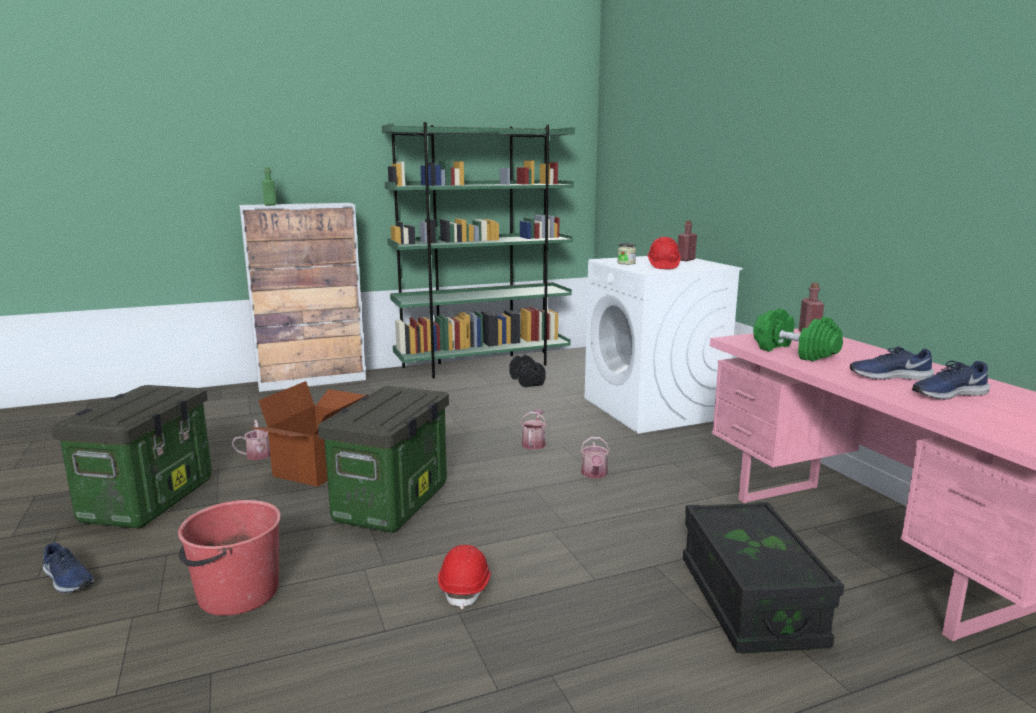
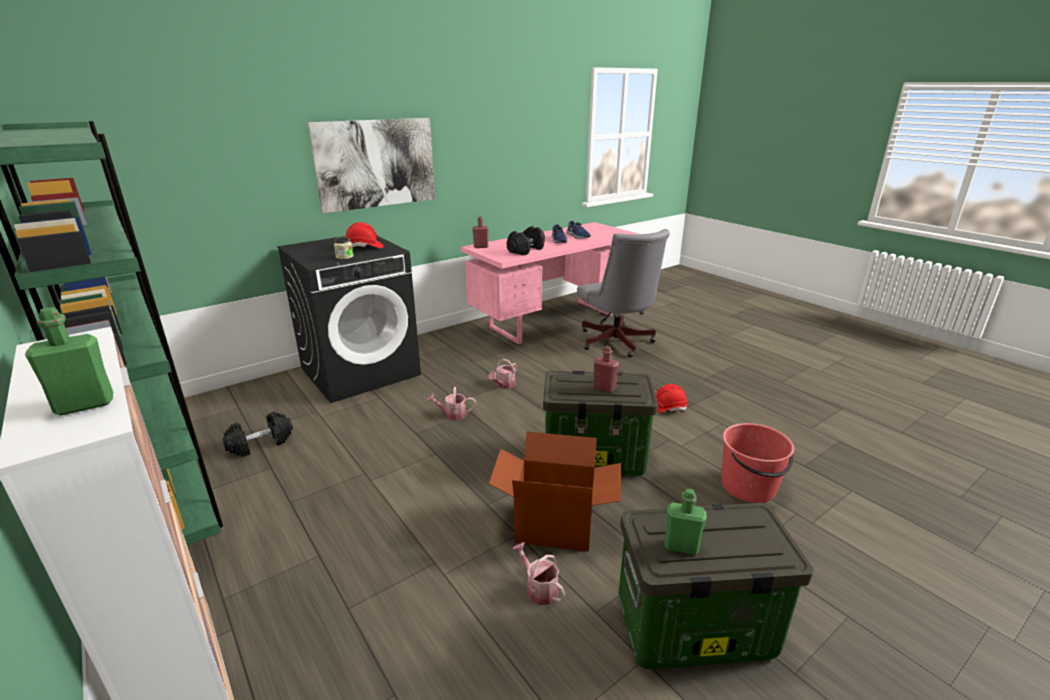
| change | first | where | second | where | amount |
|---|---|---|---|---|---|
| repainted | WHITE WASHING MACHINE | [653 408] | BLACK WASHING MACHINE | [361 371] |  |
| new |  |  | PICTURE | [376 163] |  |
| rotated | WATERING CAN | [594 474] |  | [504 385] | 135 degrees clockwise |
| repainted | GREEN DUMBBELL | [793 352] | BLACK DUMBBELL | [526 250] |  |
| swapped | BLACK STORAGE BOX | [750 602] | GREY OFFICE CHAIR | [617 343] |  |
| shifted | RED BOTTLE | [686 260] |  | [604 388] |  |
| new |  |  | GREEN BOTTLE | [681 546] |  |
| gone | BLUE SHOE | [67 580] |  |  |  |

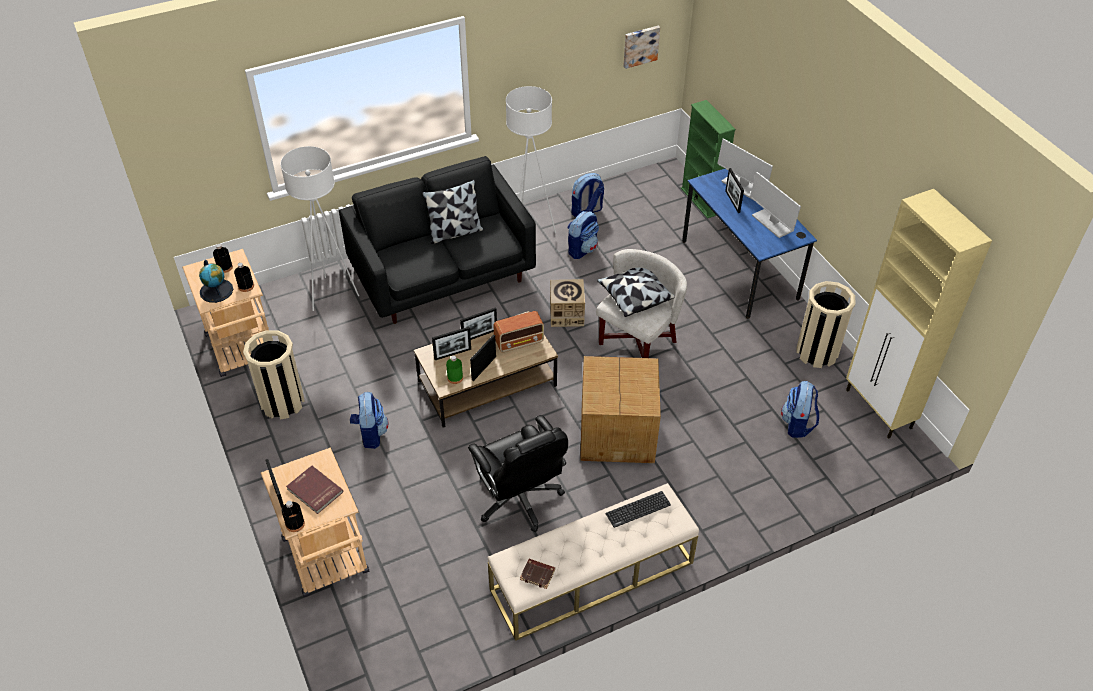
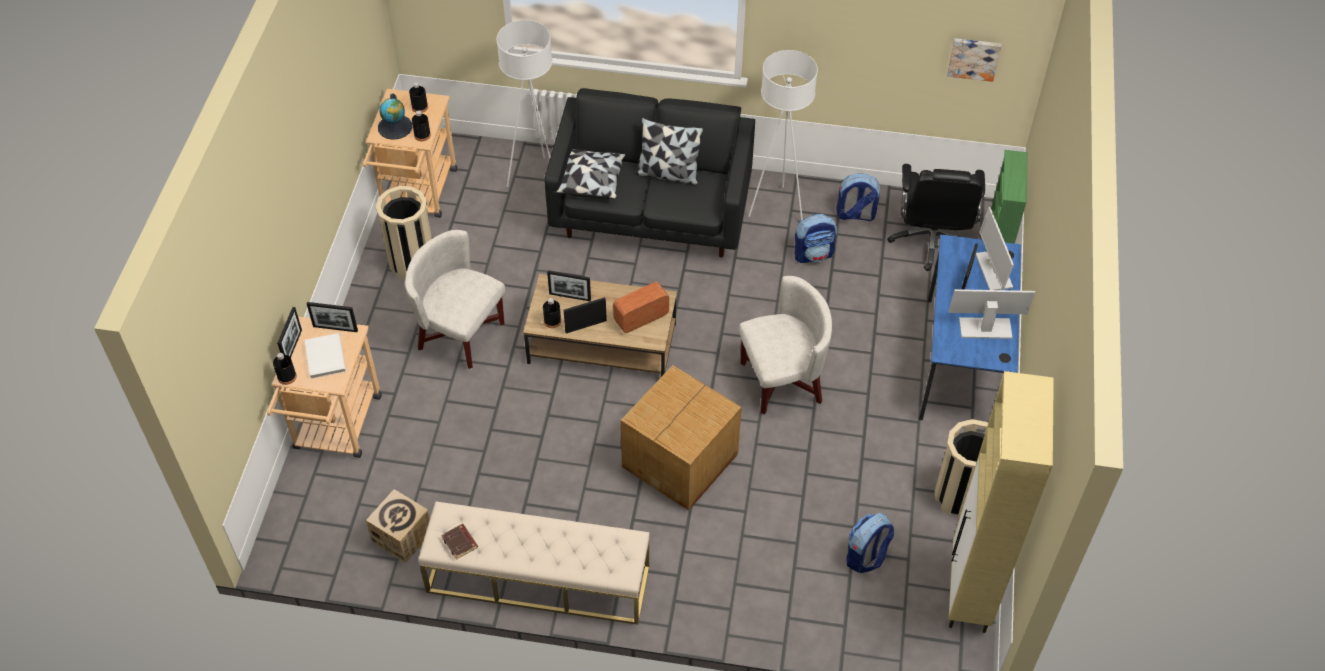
| change | first | where | second | where | amount |
|---|---|---|---|---|---|
| repainted | RED BOOK | [314 491] | WHITE BOOK | [324 357] |  |
| shifted | PICTURE FRAME | [479 335] |  | [335 328] |  |
| shifted | CARDBOARD BOX | [566 314] |  | [402 537] |  |
| swapped | BACKPACK | [370 434] | WHITE ARMCHAIR | [461 334] |  |
| repainted | GREEN BOTTLE | [455 378] | BLACK BOTTLE | [552 321] |  |
| shifted | PILLOW | [634 296] |  | [590 181] |  |
| rotated | RADIO | [519 342] |  | [640 318] | 135 degrees clockwise |
| shifted | BLACK OFFICE CHAIR | [519 498] |  | [931 240] |  |
| rotated | MONITOR | [772 223] |  | [985 328] | 90 degrees clockwise |
| gone | KEYBOARD | [638 509] |  |  |  |

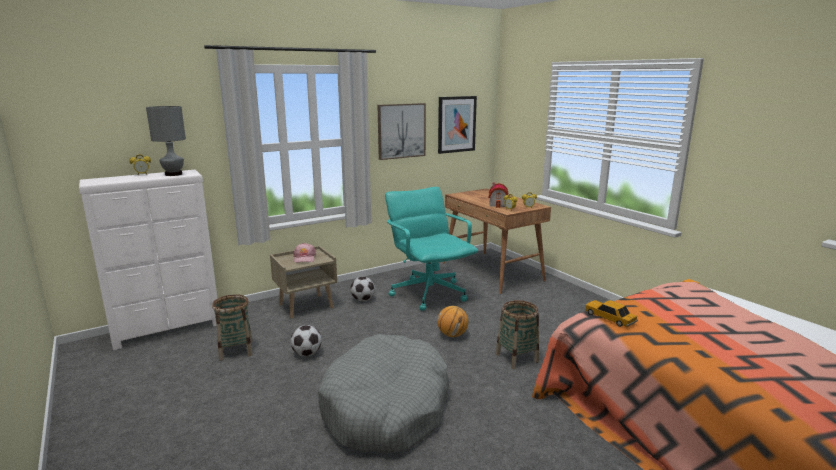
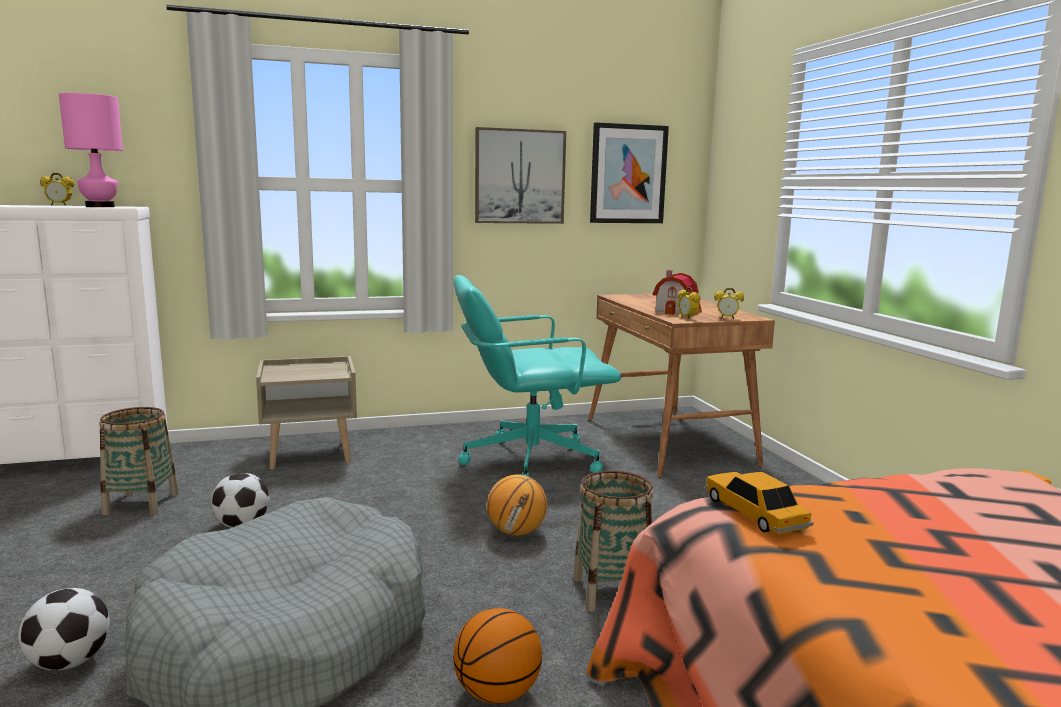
| change | first | where | second | where | amount |
|---|---|---|---|---|---|
| shifted | FOOTBALL | [363 300] |  | [69 663] |  |
| repainted | GREY TABLE LAMP | [173 174] | PINK TABLE LAMP | [99 206] |  |
| new |  |  | BASKETBALL | [496 693] |  |
| rotated | TURQUOISE OFFICE CHAIR | [429 293] |  | [529 460] | 90 degrees counterclockwise |
| gone | PINK CAP | [304 258] |  |  |  |

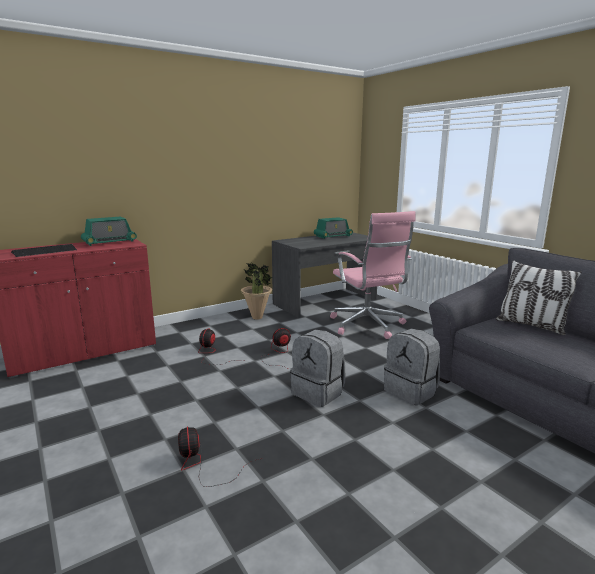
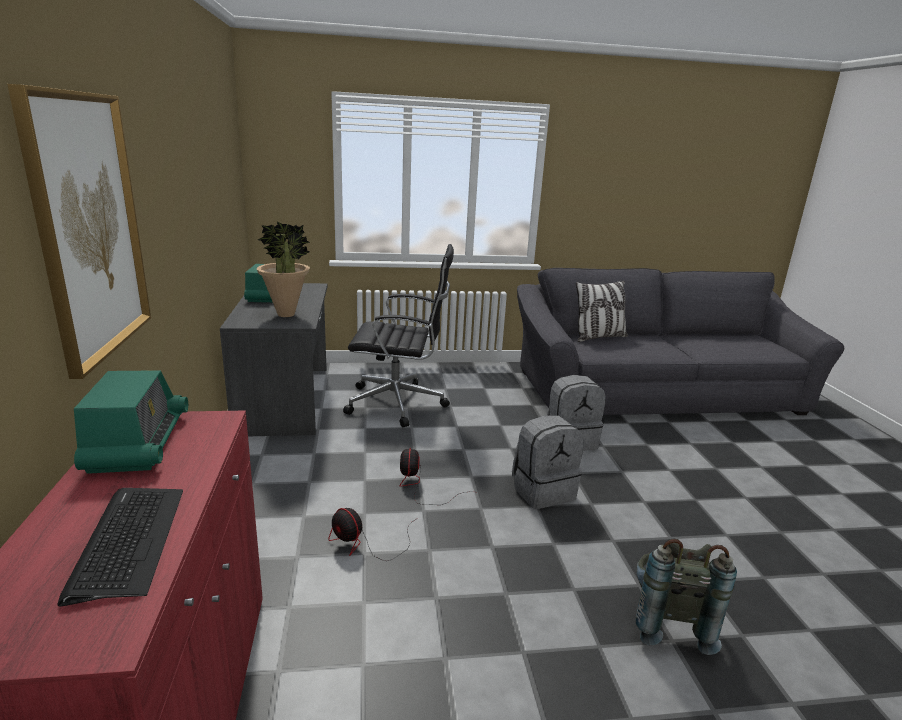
| change | first | where | second | where | amount |
|---|---|---|---|---|---|
| new |  |  | PICTURE | [89 227] |  |
| shifted | POTTED PLANT | [257 317] |  | [286 314] |  |
| repainted | PINK OFFICE CHAIR | [367 326] | BLACK OFFICE CHAIR | [399 403] |  |
| swapped | FAN | [202 465] | GREY BACKPACK | [667 621] |  |

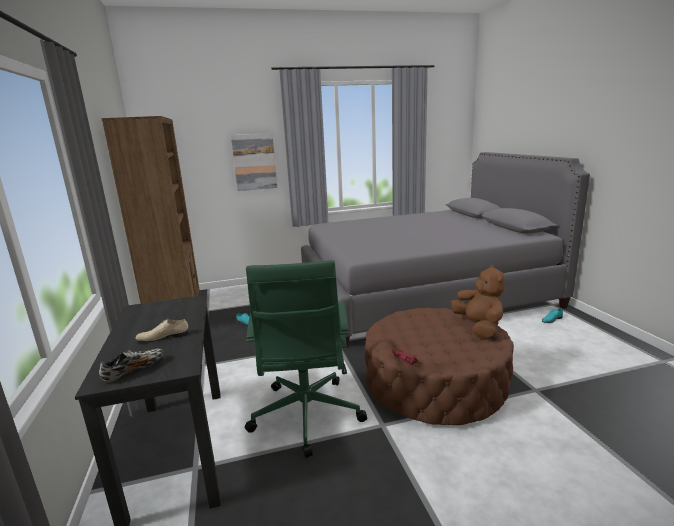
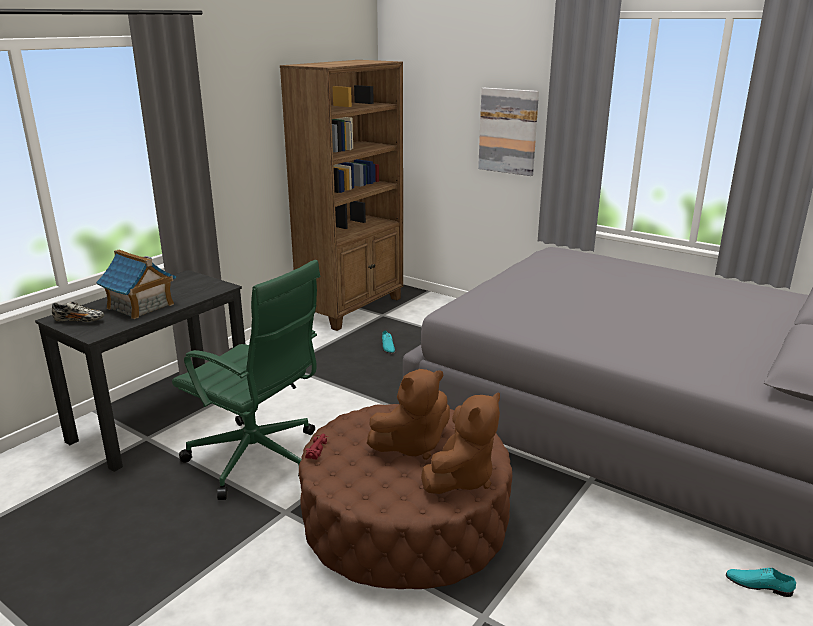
| change | first | where | second | where | amount |
|---|---|---|---|---|---|
| swapped | BEIGE SHOE | [163 336] | TOY HOUSE | [140 306] |  |
| rotated | GREEN OFFICE CHAIR | [306 417] |  | [257 459] | 105 degrees counterclockwise |
| new |  |  | BROWN PLUSH TOY | [412 445] |  |

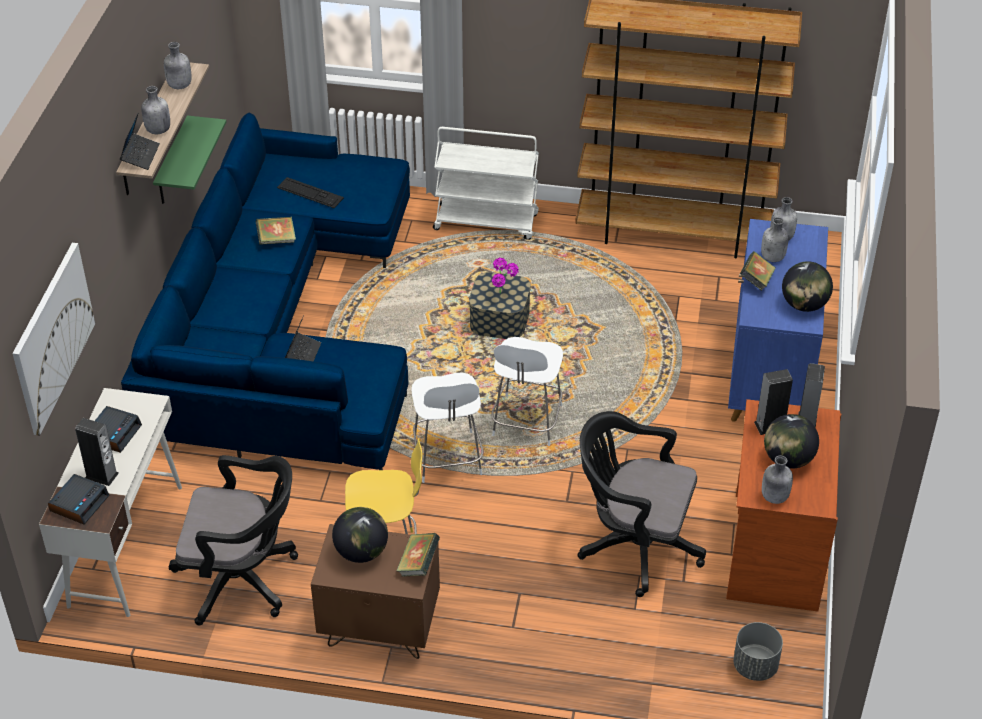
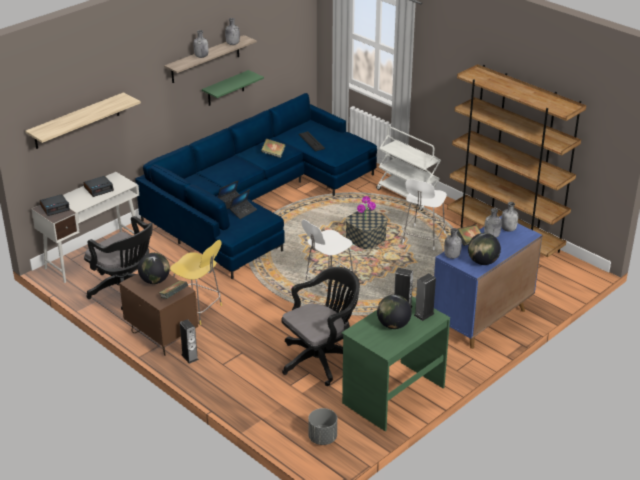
| change | first | where | second | where | amount |
|---|---|---|---|---|---|
| swapped | PICTURE | [52 337] | SHELF | [77 121] |  |
| shifted | SPEAKER | [101 475] |  | [190 357] |  |
| shifted | LAPTOP | [140 155] |  | [243 211] |  |
| rotated | BLACK OFFICE CHAIR | [633 545] |  | [321 359] | 90 degrees clockwise |
| repainted | BROWN DESK | [773 550] | GREEN DESK | [393 394] |  |
| shifted | WHITE CHAIR | [447 459] |  | [423 239] |  |
| shifted | GREY BOTTLE | [774 497] |  | [451 256] |  |

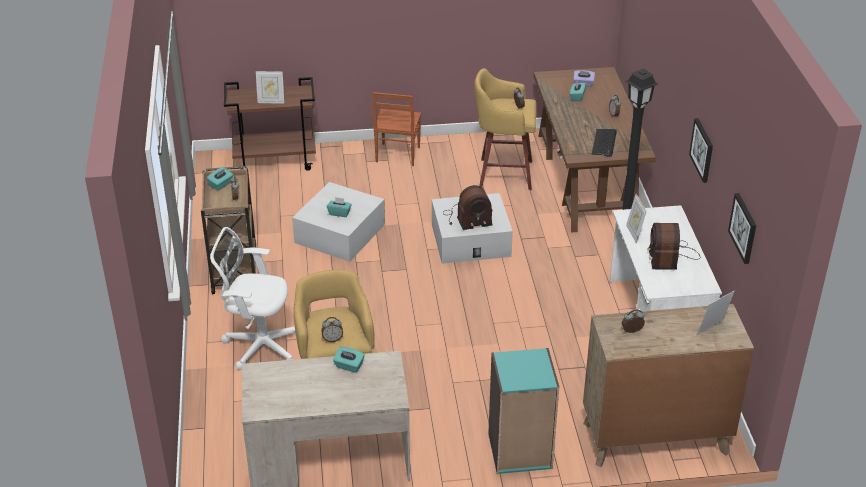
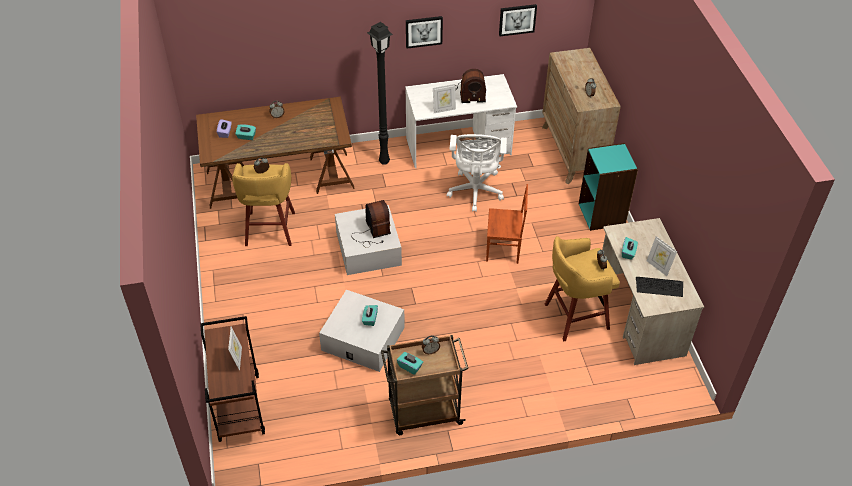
| change | first | where | second | where | amount |
|---|---|---|---|---|---|
| shifted | WHITE OFFICE CHAIR | [259 345] |  | [475 192] |  |
| shifted | BROWN CHAIR | [397 155] |  | [503 249] |  |
| shifted | KEYBOARD | [604 143] |  | [659 287] |  |
| shifted | PICTURE FRAME | [712 329] |  | [658 267] |  |

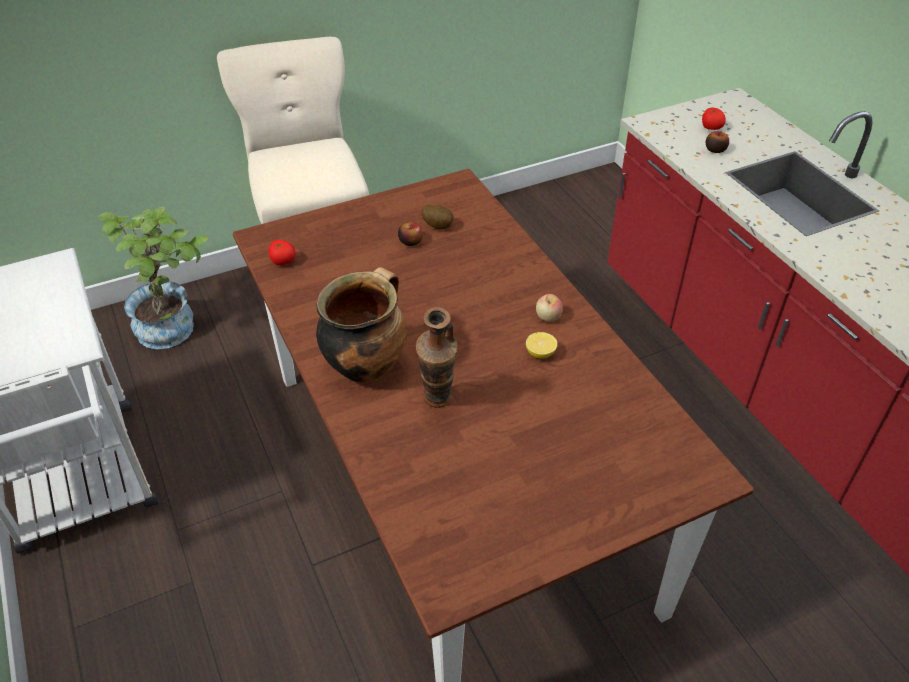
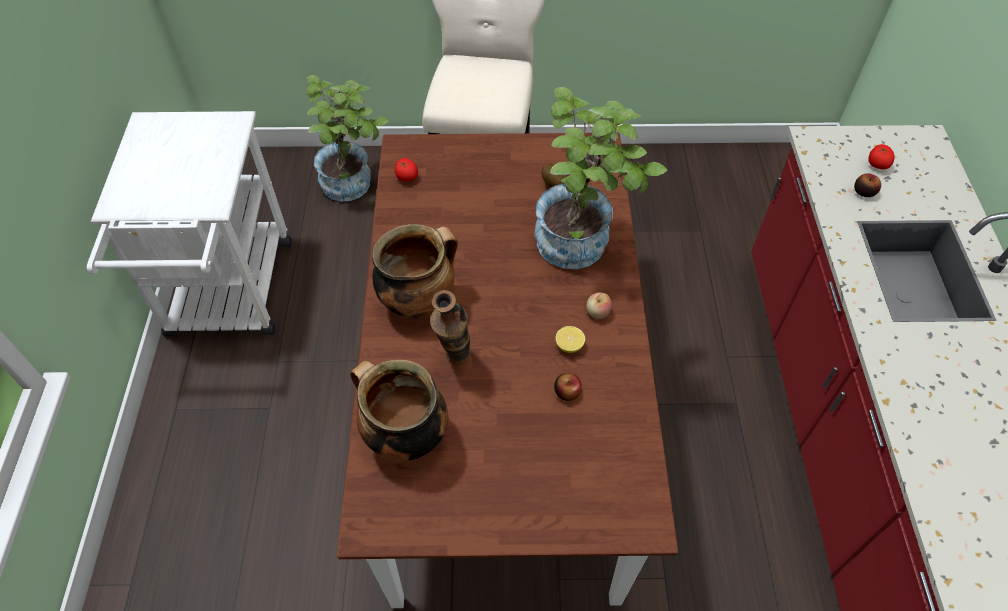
| change | first | where | second | where | amount |
|---|---|---|---|---|---|
| new |  |  | COOKING POT | [404 437] |  |
| new |  |  | POTTED PLANT | [582 243] |  |
| shifted | APPLE | [410 241] |  | [567 392] |  |

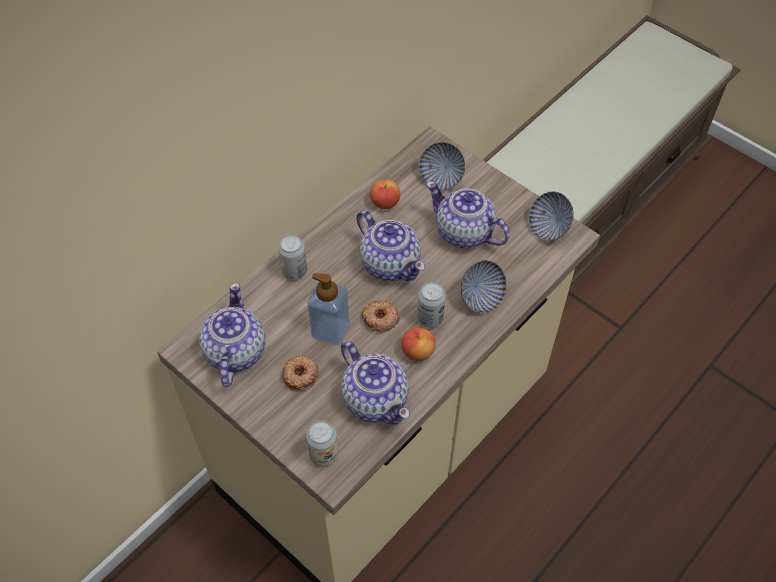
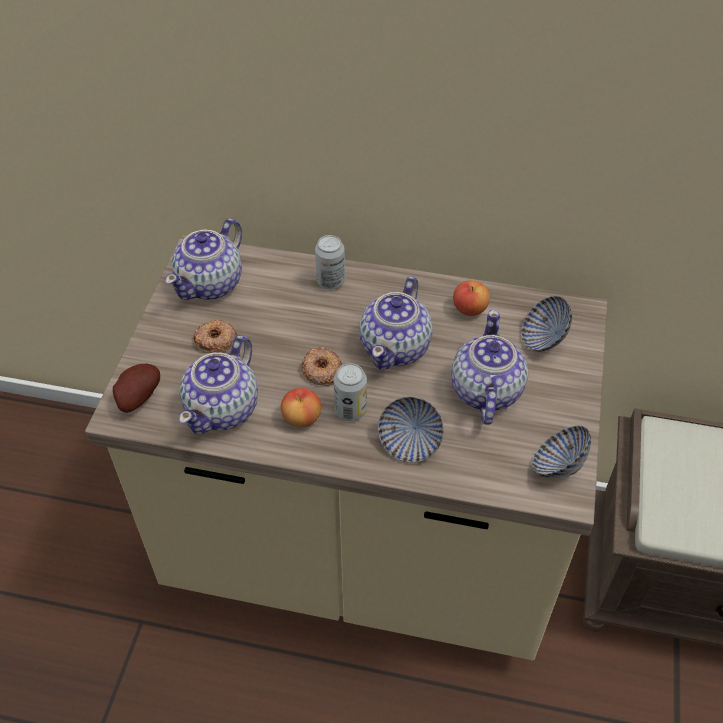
| change | first | where | second | where | amount |
|---|---|---|---|---|---|
| swapped | CAN | [324 455] | POTATO | [137 398] |  |
| rotated | TEAPOT | [234 352] |  | [211 283] | 150 degrees clockwise |
| gone | SOAP DISPENSER | [330 330] |  |  |  |

